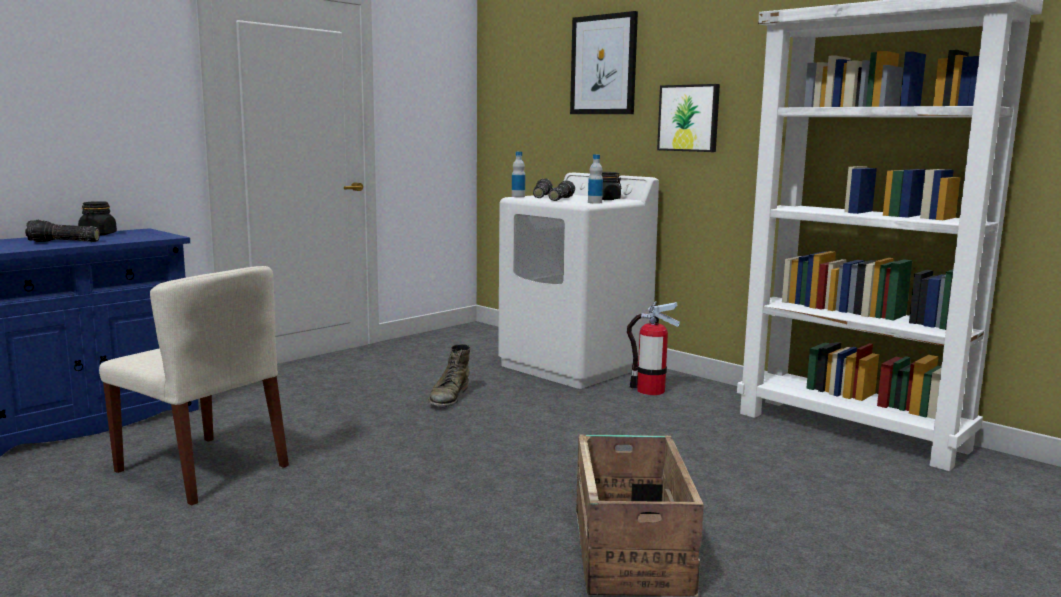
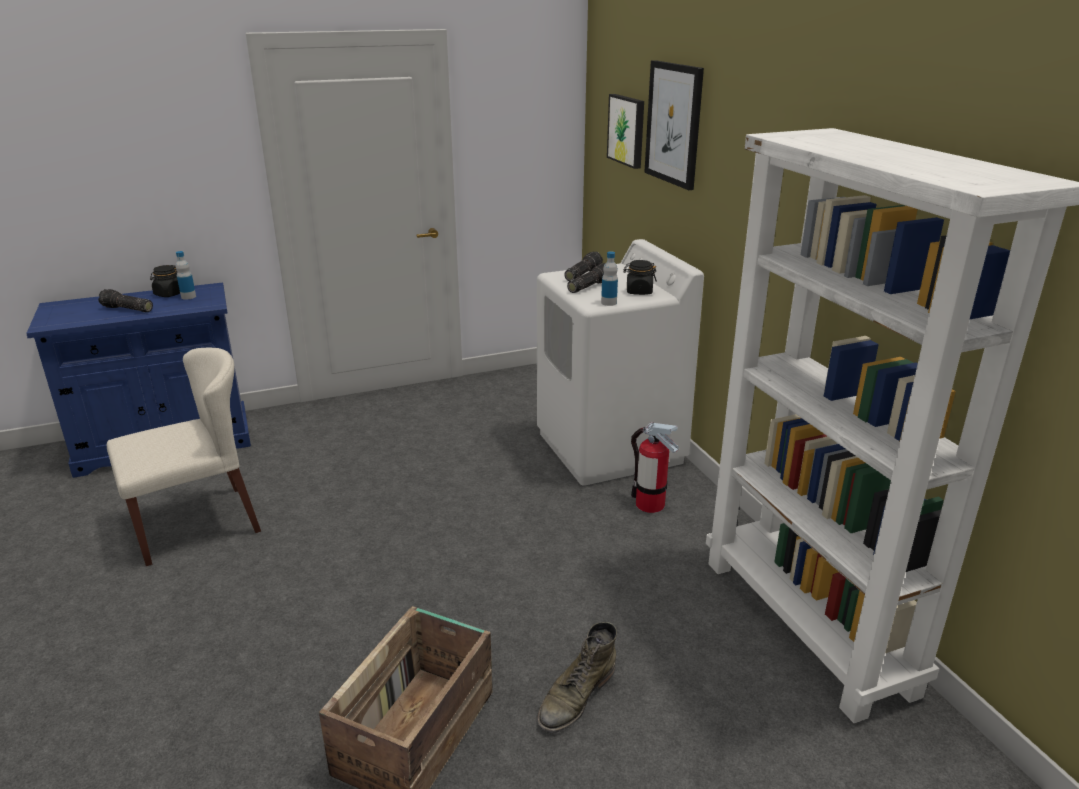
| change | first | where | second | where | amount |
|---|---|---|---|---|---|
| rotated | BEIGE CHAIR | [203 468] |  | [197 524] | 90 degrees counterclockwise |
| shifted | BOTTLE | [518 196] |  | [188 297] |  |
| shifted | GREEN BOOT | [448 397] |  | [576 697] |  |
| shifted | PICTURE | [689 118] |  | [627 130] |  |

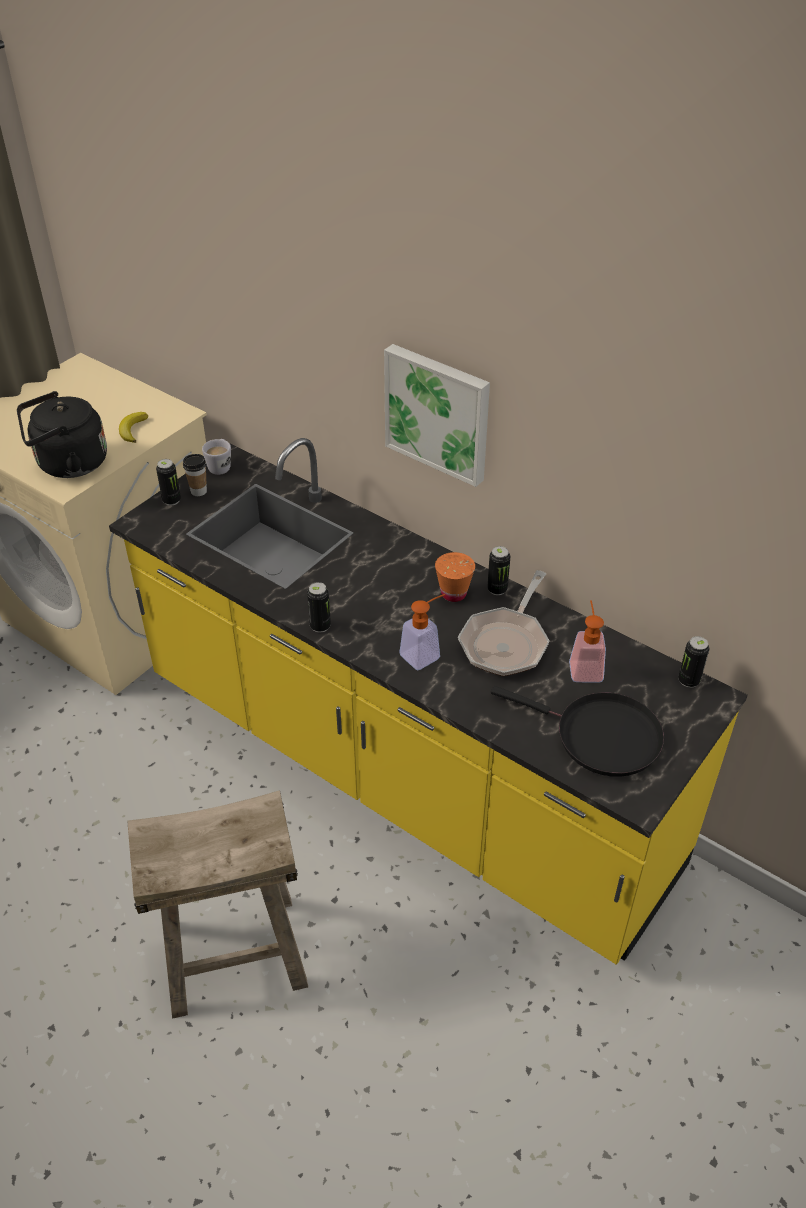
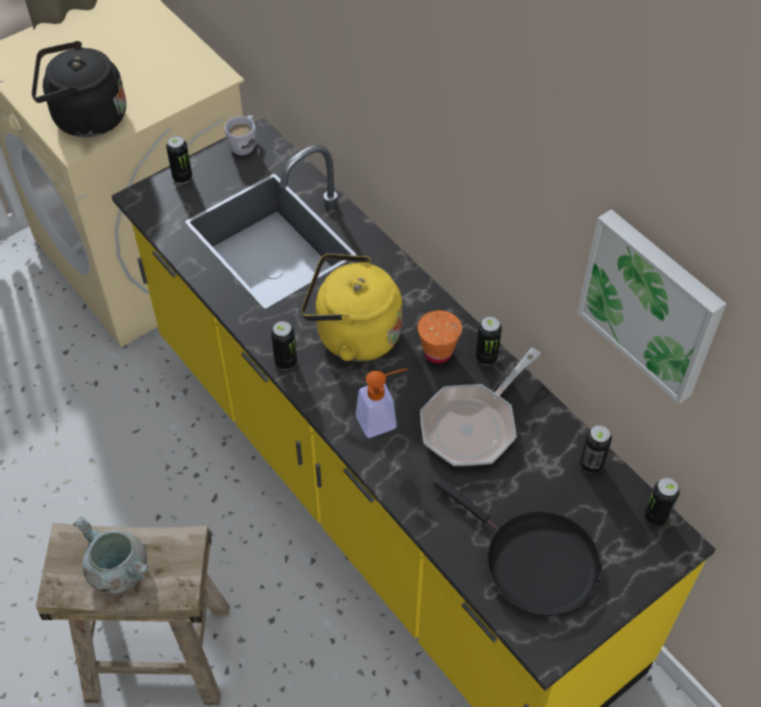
| change | first | where | second | where | amount |
|---|---|---|---|---|---|
| new |  |  | GREY COOKING POT | [117 570] |  |
| new |  |  | YELLOW KETTLE | [352 334] |  |
| shifted | PICTURE | [438 412] |  | [652 304] |  |
| new |  |  | CAN | [591 465] |  |
| gone | BANANA | [132 430] |  |  |  |
| gone | CUP | [198 491] |  |  |  |
| gone | SOAP DISPENSER | [585 666] |  |  |  |

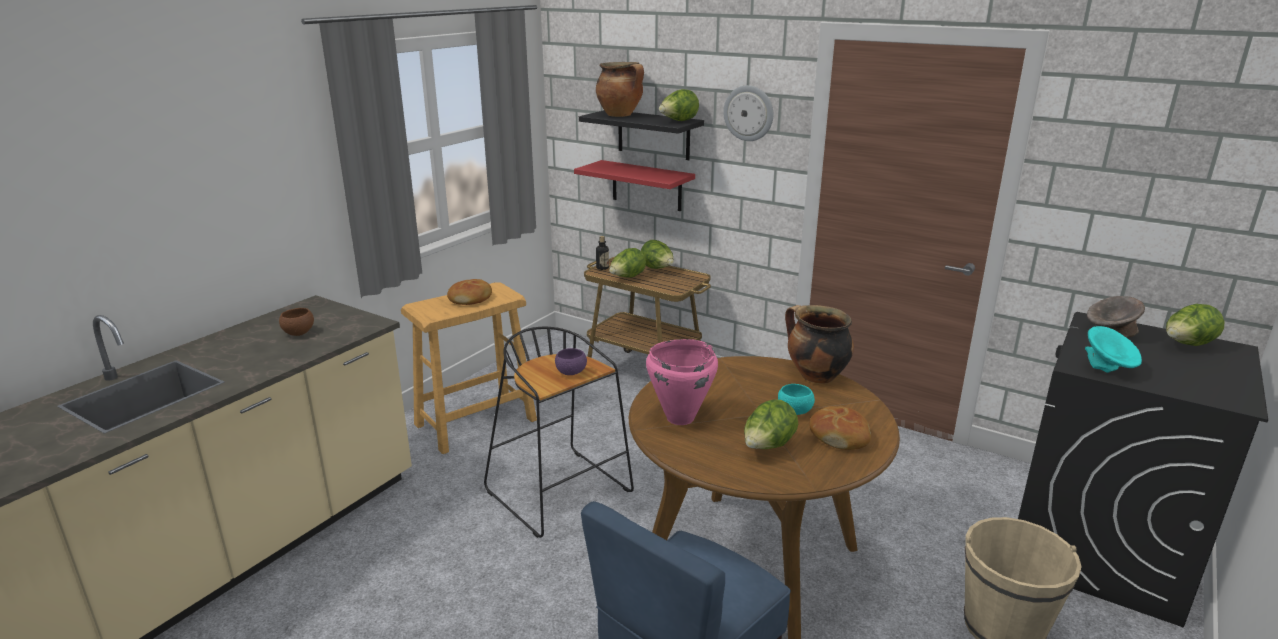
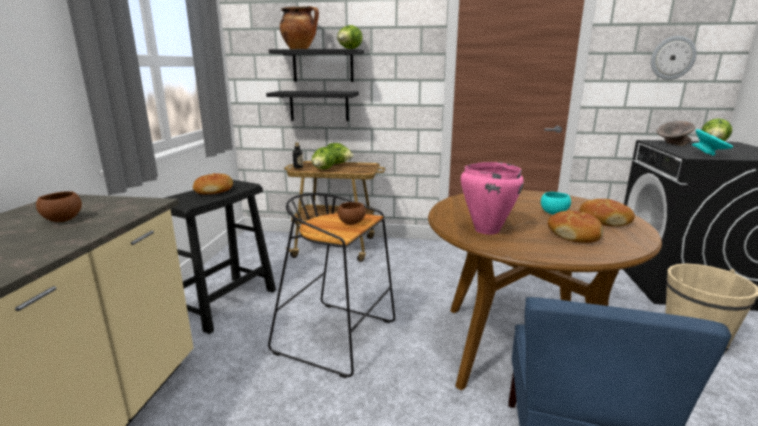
| change | first | where | second | where | amount |
|---|---|---|---|---|---|
| repainted | BEIGE STOOL | [476 422] | BLACK STOOL | [224 302] |  |
| repainted | RED SHELF | [646 185] | BLACK SHELF | [319 106] |  |
| repainted | PURPLE BOWL | [571 372] | BROWN BOWL | [351 223] |  |
| swapped | LETTUCE | [768 447] | BREAD | [574 234] |  |
| shifted | WALL CLOCK | [749 113] |  | [672 58] |  |
| gone | COOKING POT | [815 376] |  |  |  |

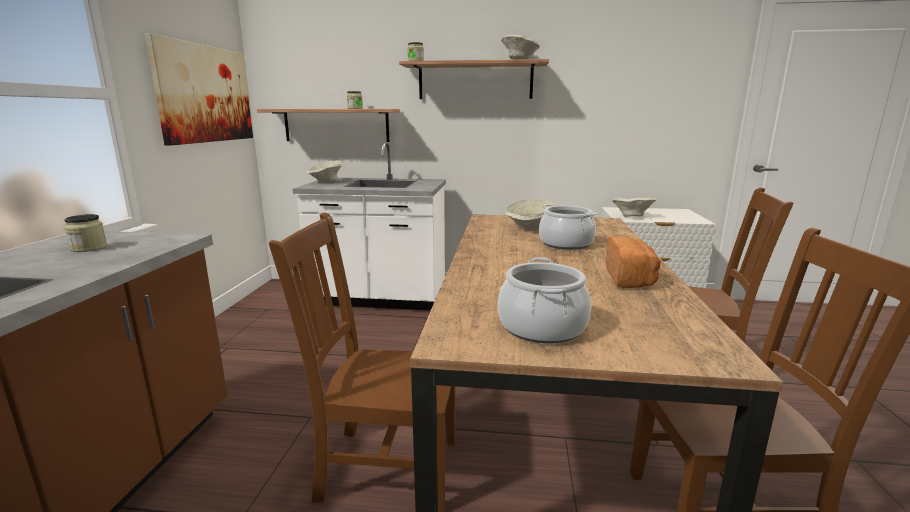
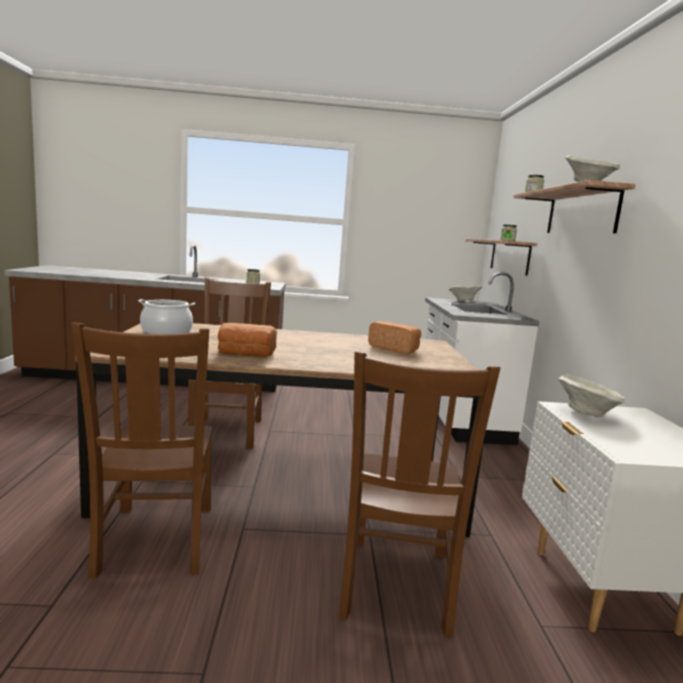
| change | first | where | second | where | amount |
|---|---|---|---|---|---|
| swapped | BEIGE BOWL | [529 229] | BREAD | [395 348] |  |
| gone | PICTURE | [205 94] |  |  |  |
| gone | COOKING POT | [566 244] |  |  |  |

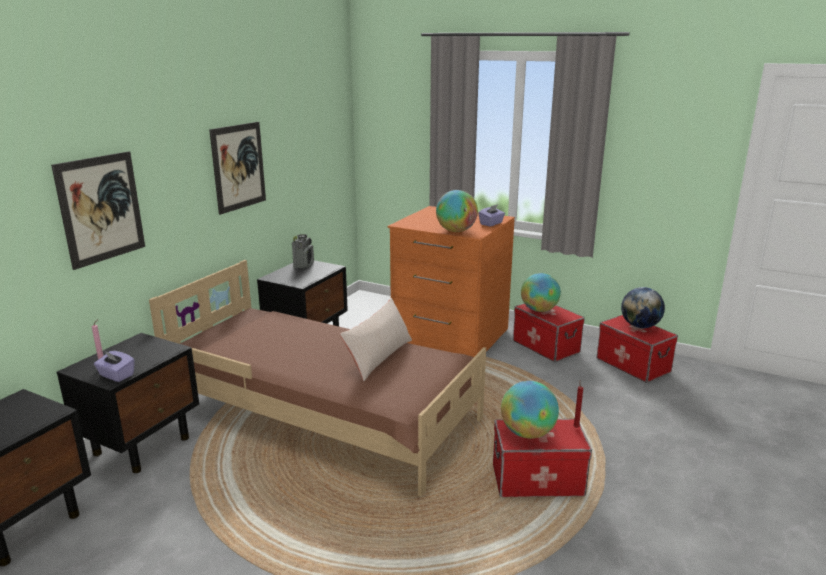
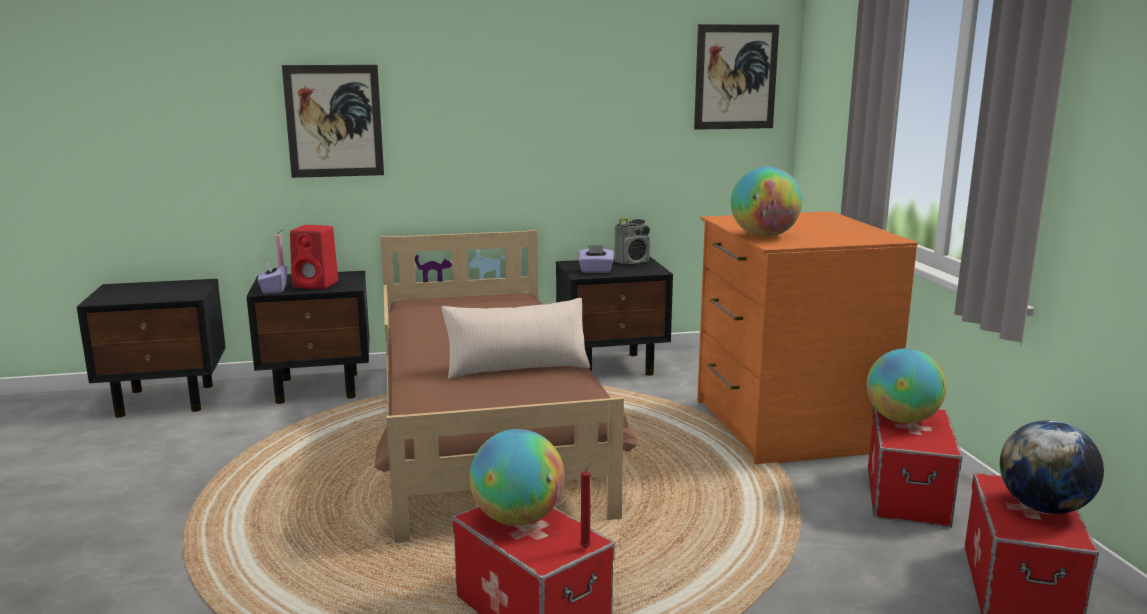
| change | first | where | second | where | amount |
|---|---|---|---|---|---|
| new |  |  | RED SPEAKER | [317 285] |  |
| shifted | PURPLE TISSUE BOX | [491 223] |  | [595 271] |  |
| shifted | PICTURE | [238 167] |  | [736 77] |  |

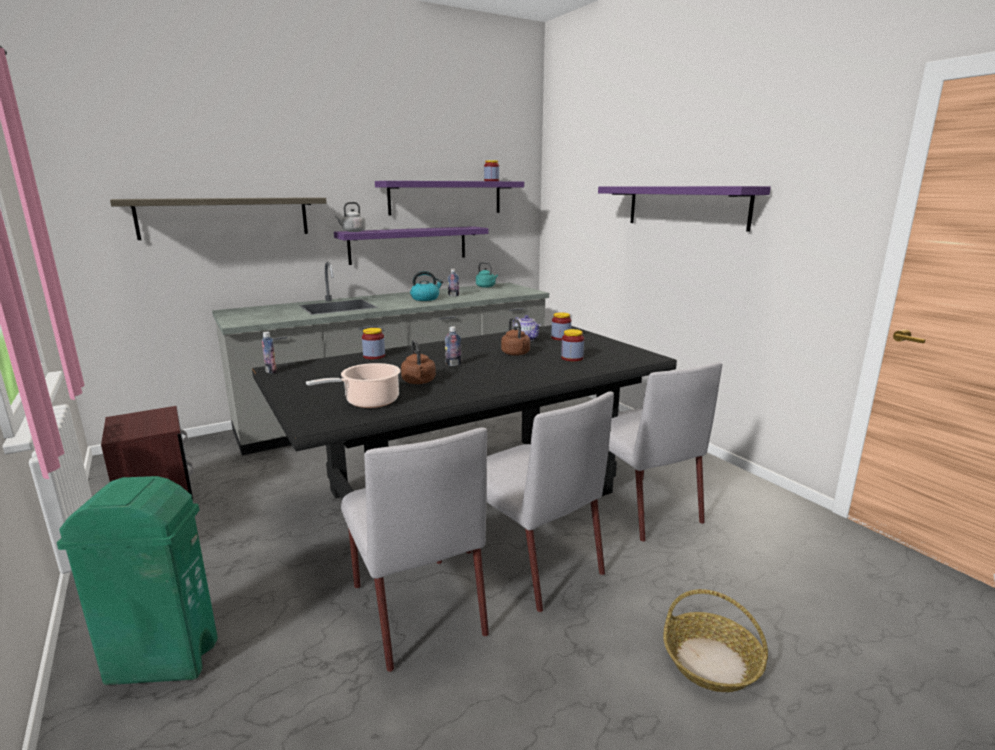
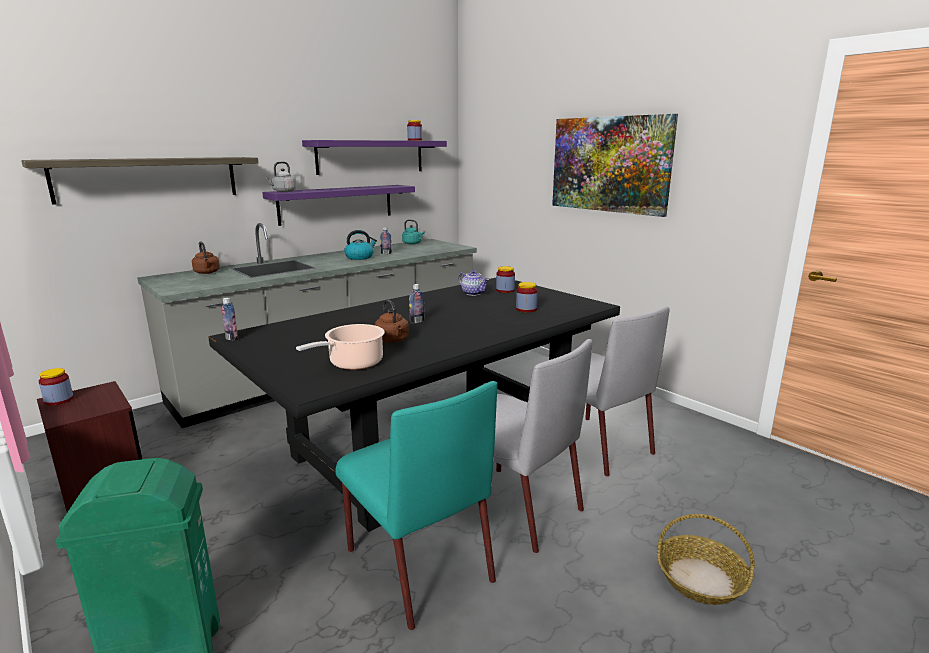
| change | first | where | second | where | amount |
|---|---|---|---|---|---|
| shifted | JAR | [374 356] |  | [59 400] |  |
| shifted | BROWN KETTLE | [516 354] |  | [207 272] |  |
| repainted | GREY CHAIR | [416 608] | TURQUOISE CHAIR | [417 563] |  |
| swapped | PURPLE SHELF | [686 206] | PICTURE | [609 164] |  |

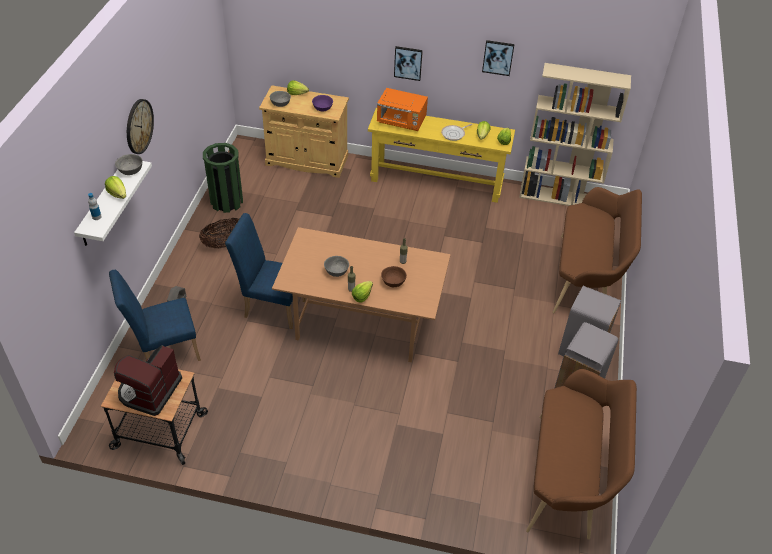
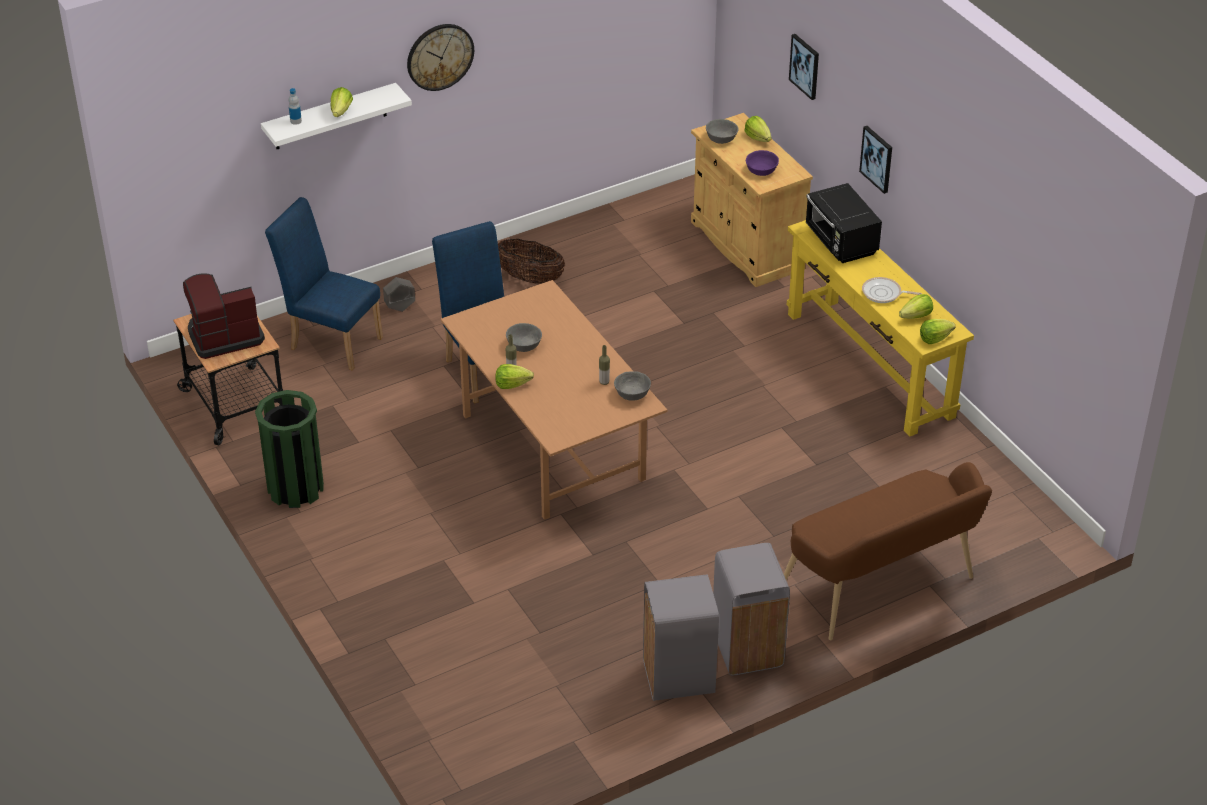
| change | first | where | second | where | amount |
|---|---|---|---|---|---|
| shifted | GREEN TRASH CAN | [226 201] |  | [296 488] |  |
| shifted | GREY BOWL | [130 170] |  | [632 394] |  |
| shifted | PICTURE | [498 57] |  | [805 66] |  |
| repainted | ORANGE MICROWAVE | [401 122] | BLACK MICROWAVE | [841 242] |  |
| gone | BROWN BOWL | [393 282] |  |  |  |
| gone | BEIGE BOOKCASE | [558 196] |  |  |  |
| gone | BROWN BENCH | [569 478] |  |  |  |

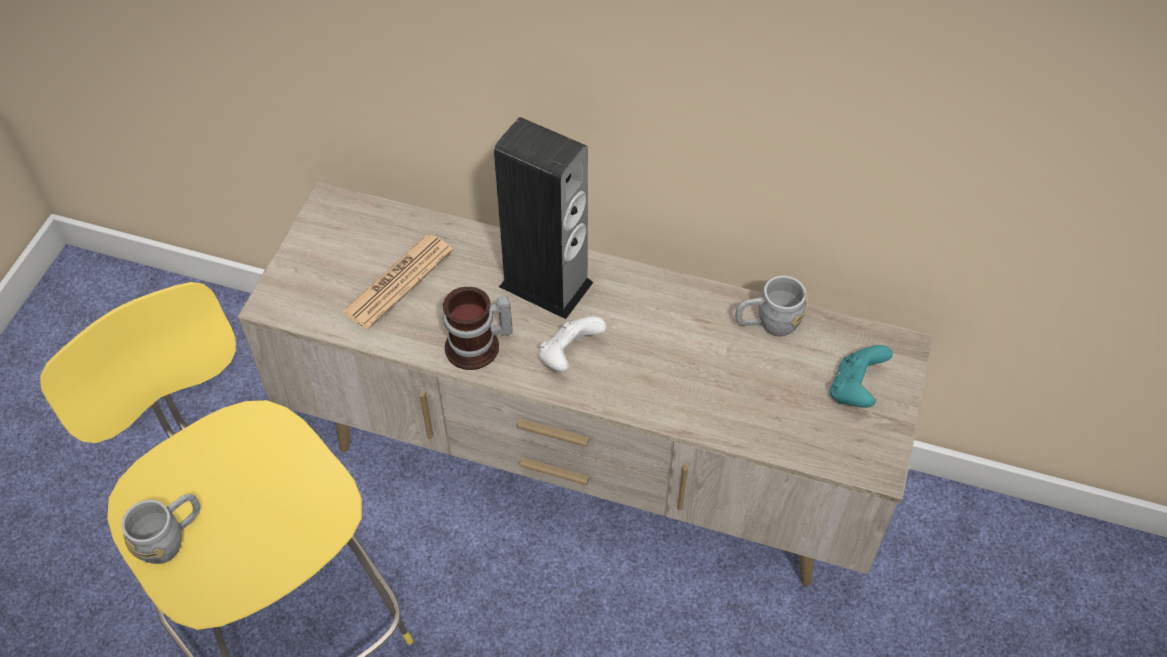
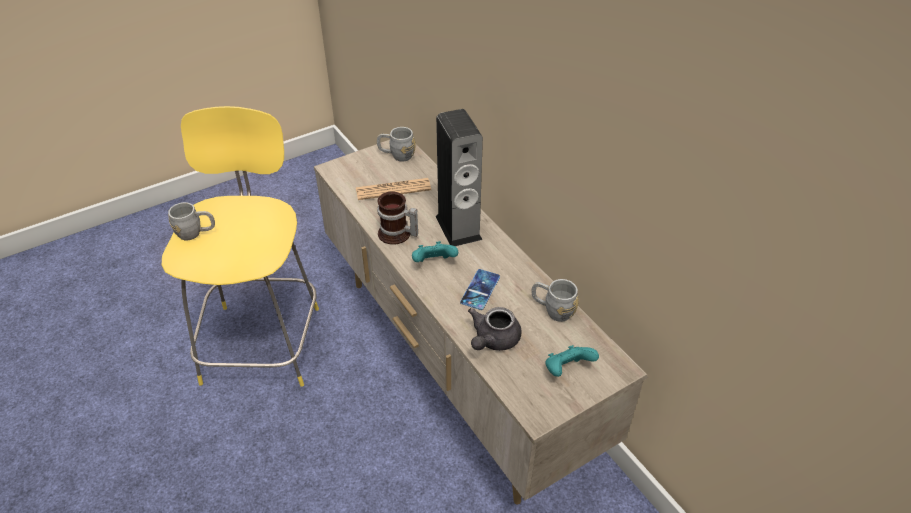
| change | first | where | second | where | amount |
|---|---|---|---|---|---|
| new |  |  | GREY MUG | [397 155] |  |
| repainted | WHITE GAME CONTROLLER | [569 356] | TURQUOISE GAME CONTROLLER | [434 263] |  |
| new |  |  | PHONE | [480 289] |  |
| new |  |  | GREY TEAPOT | [493 340] |  |

